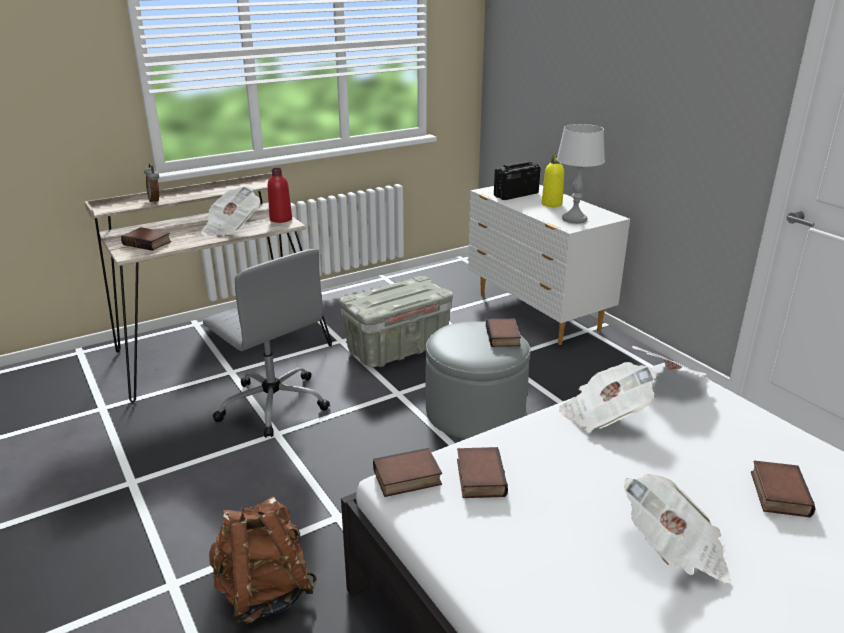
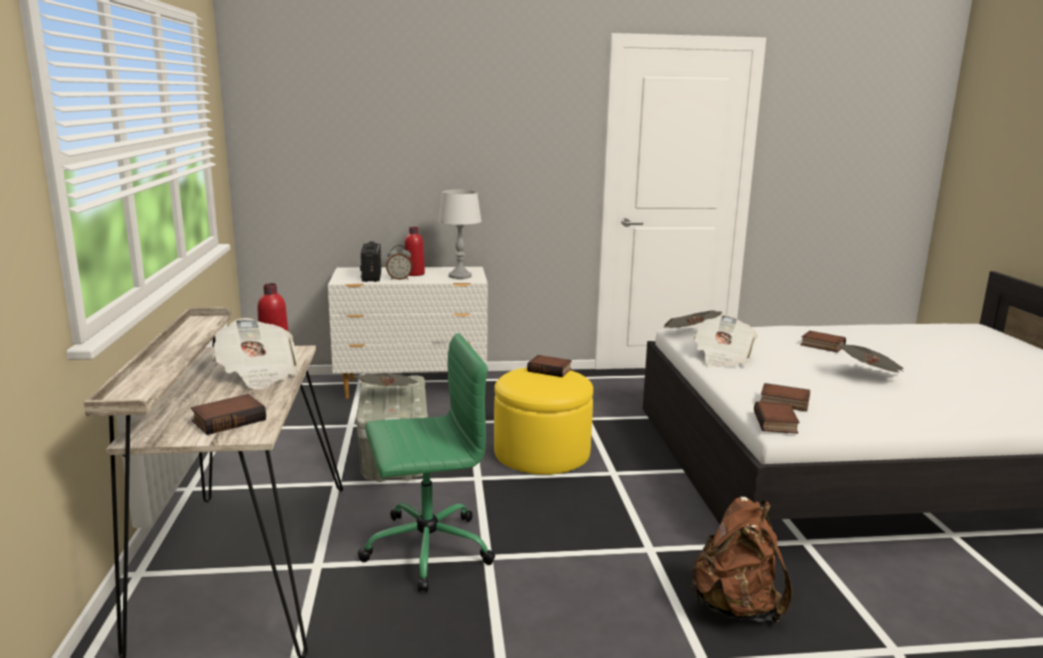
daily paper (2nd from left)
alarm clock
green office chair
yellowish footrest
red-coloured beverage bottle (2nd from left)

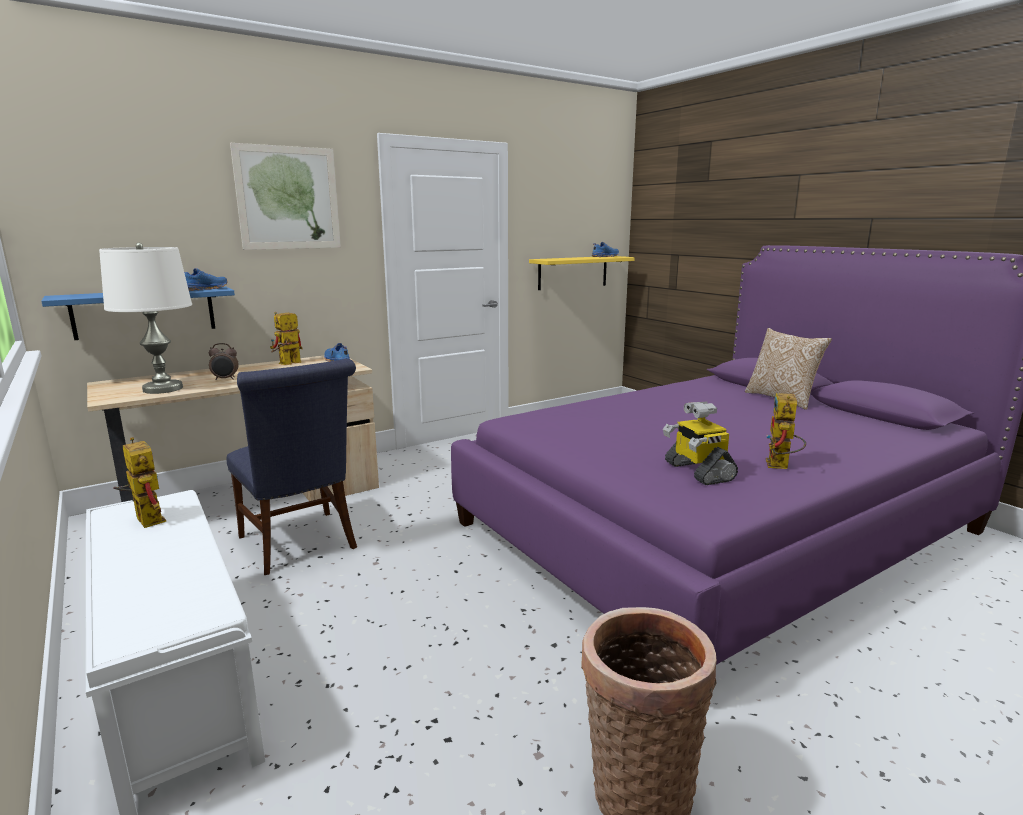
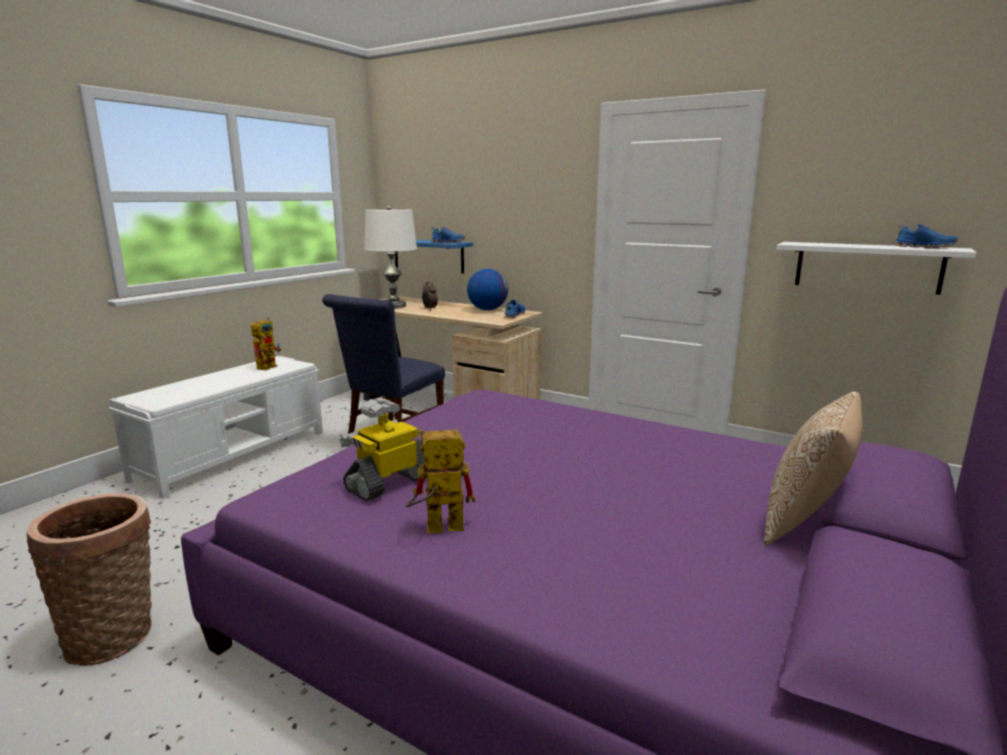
wall picture
globe
white-coloured wall shelf

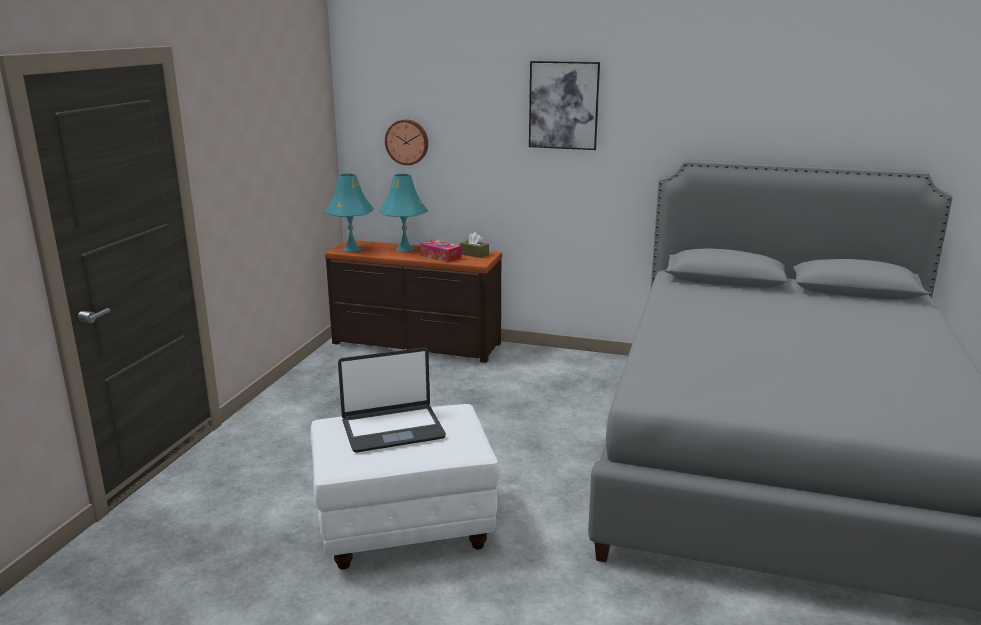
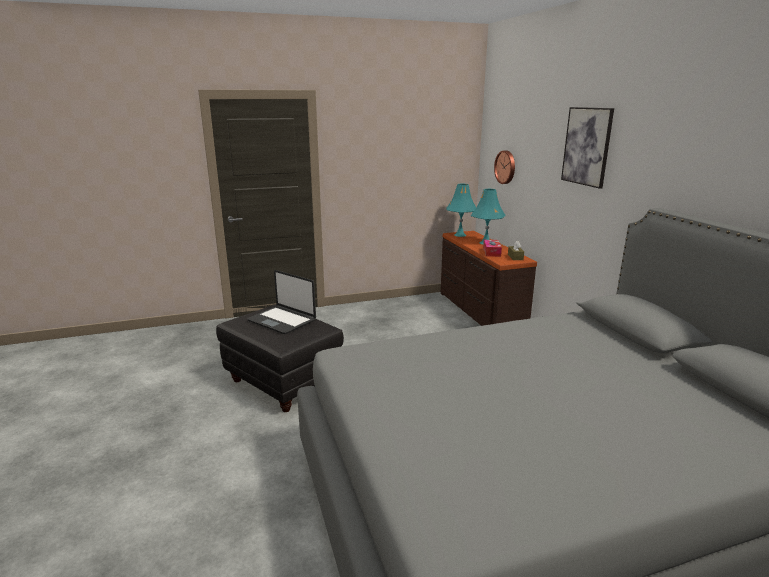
blackish footrest

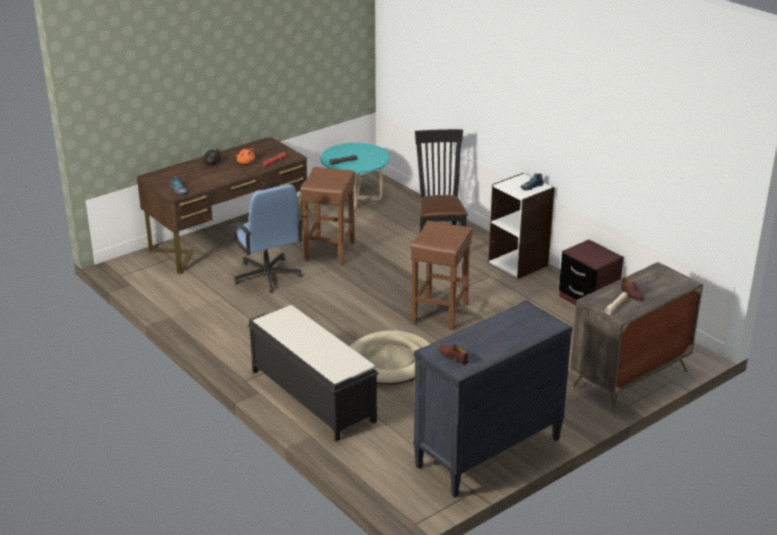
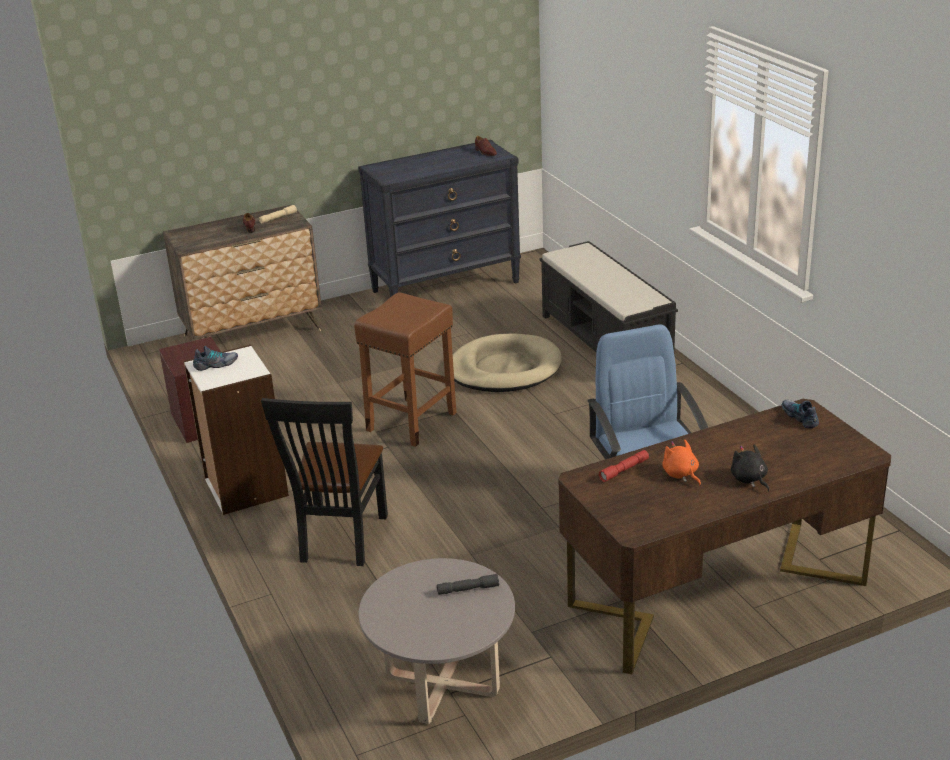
brown sitting stool (1st from left in the first image)
grey coffee table

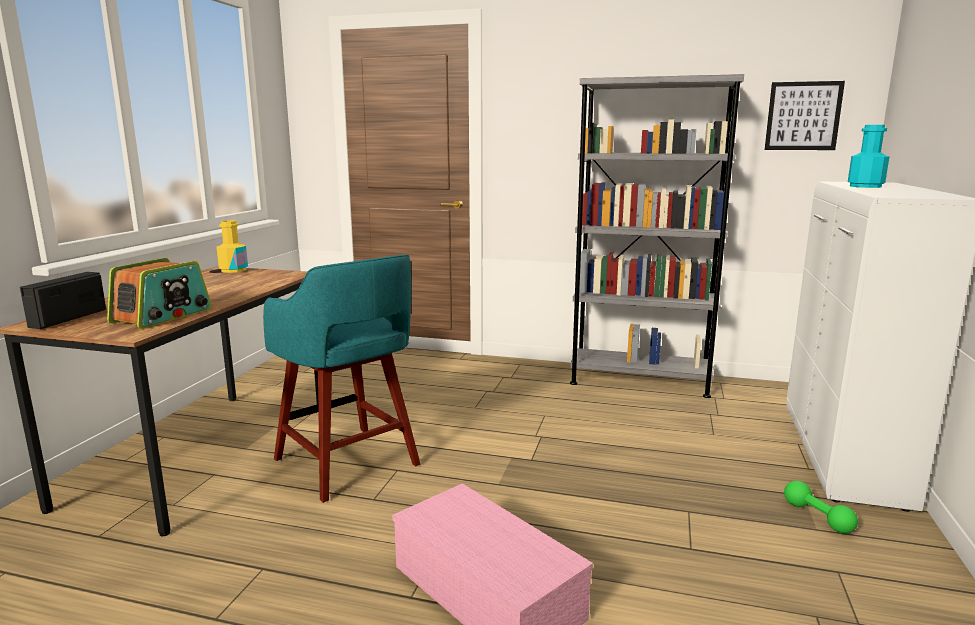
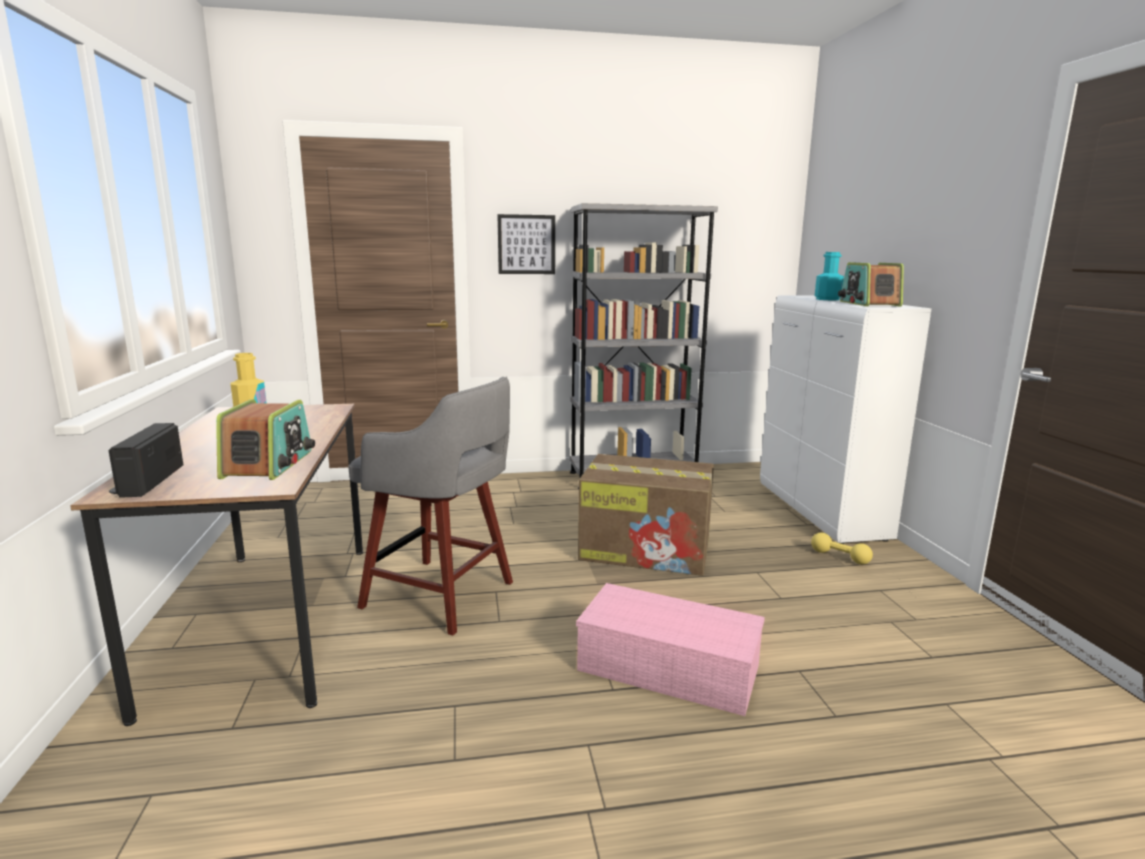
cardboard box
radio (3rd from left)
wall picture
grey sitting stool
yellowish free weight

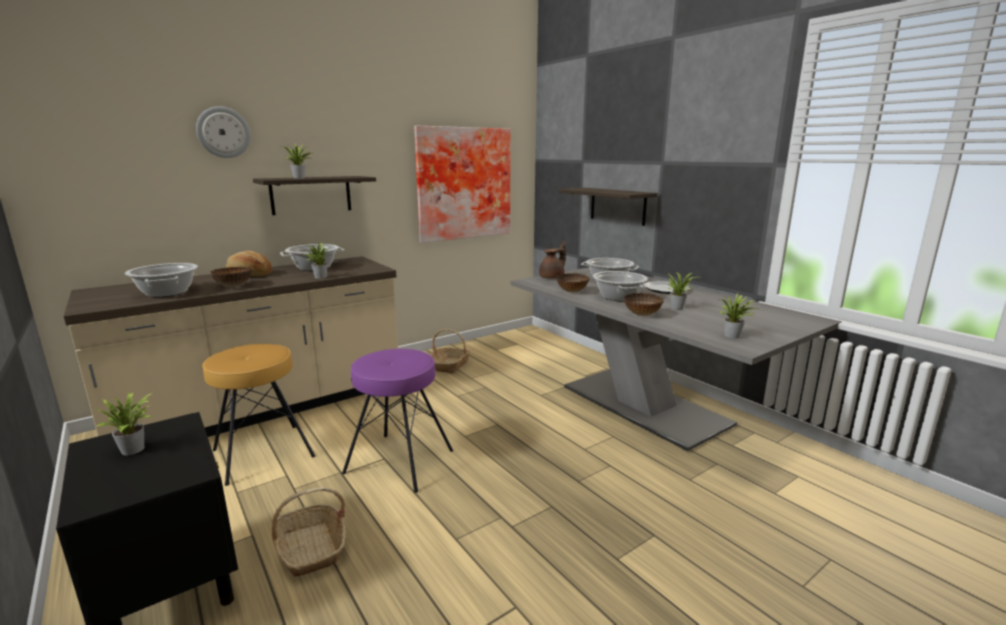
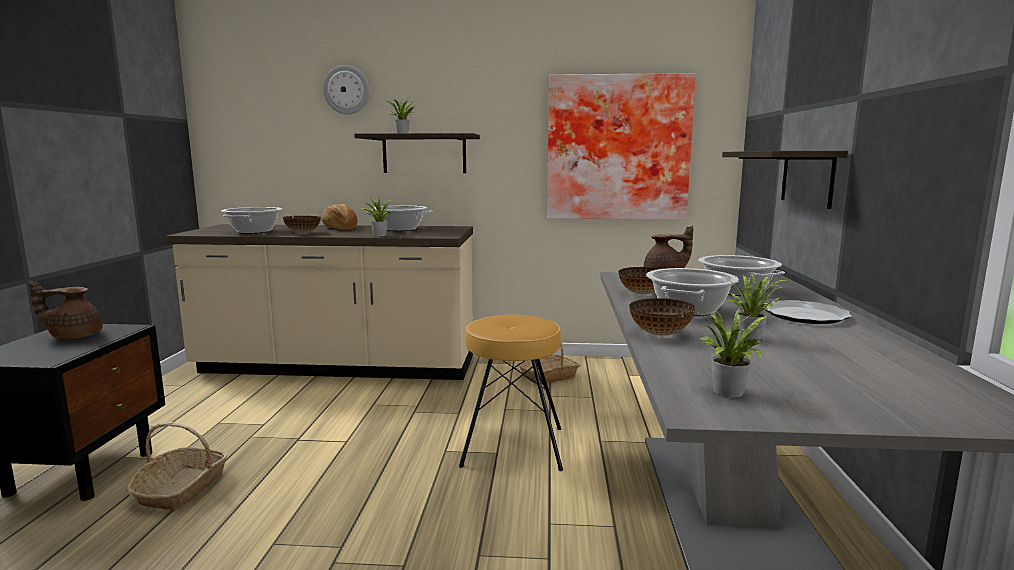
purple sitting stool
brown sitting stool
brown pot for tea (1st from left)

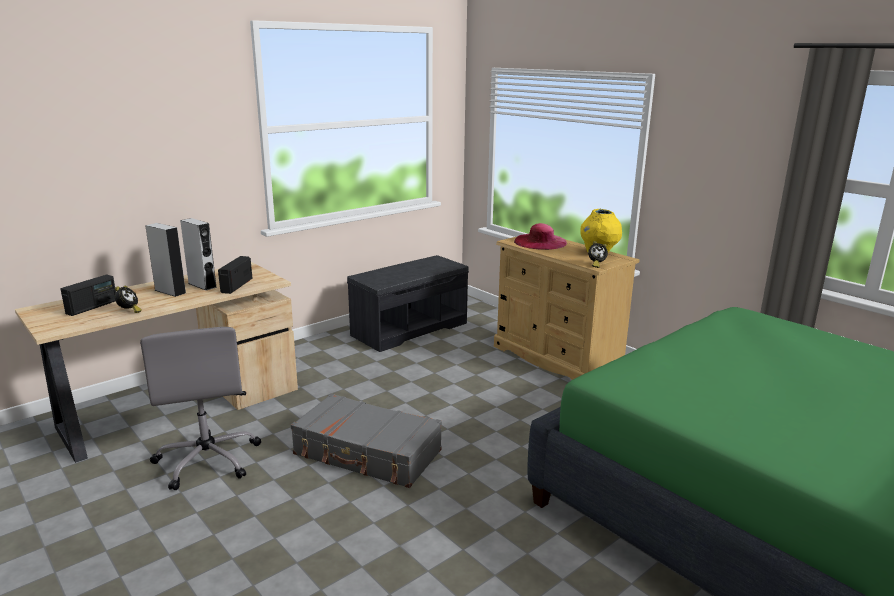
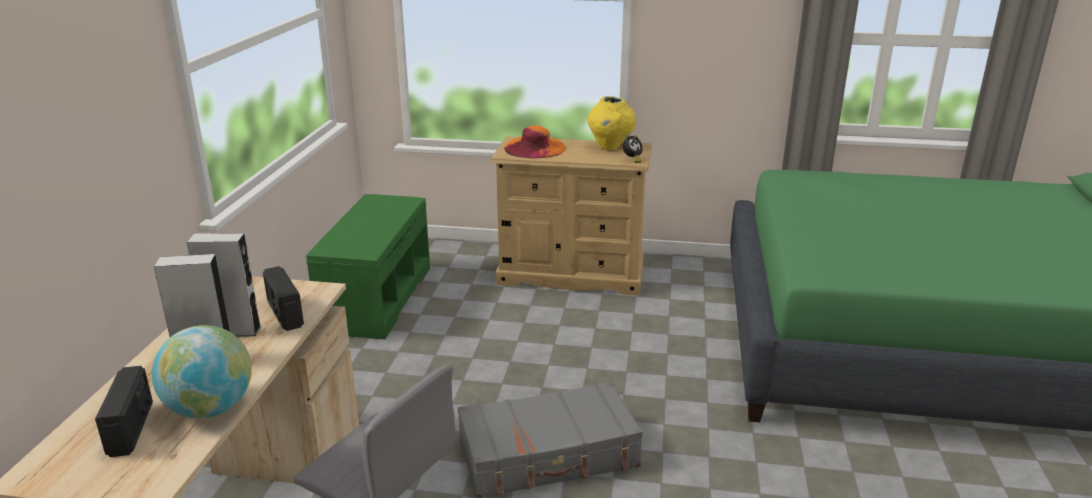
globe
green indoor bench
orange-coloured wearable hat

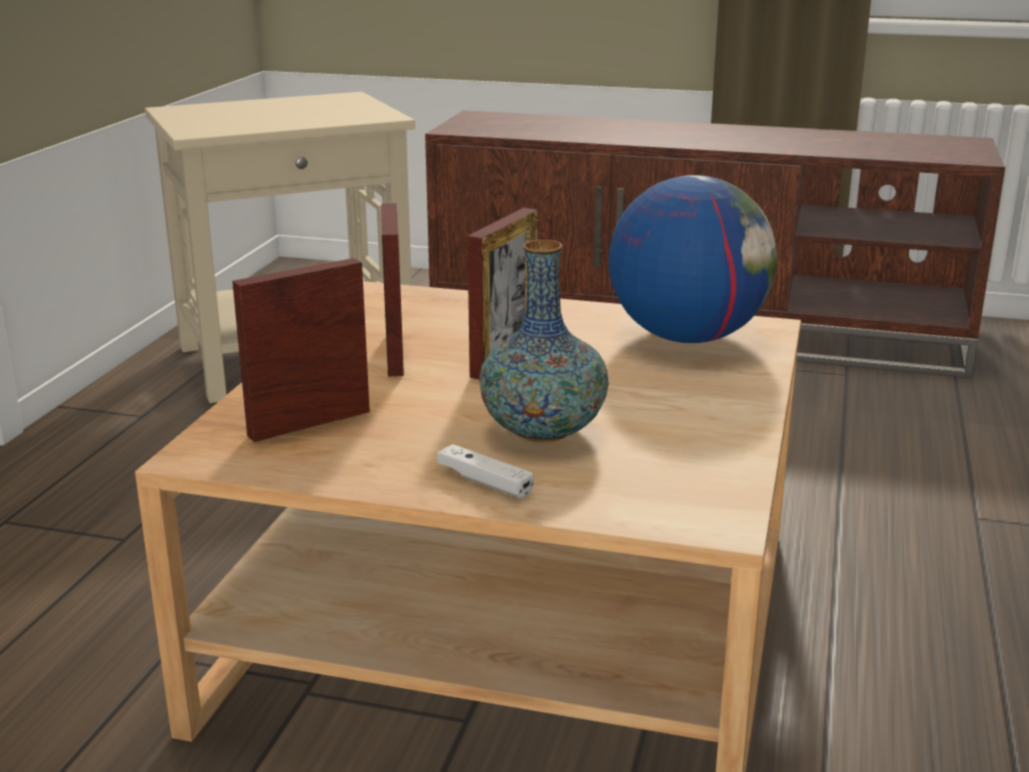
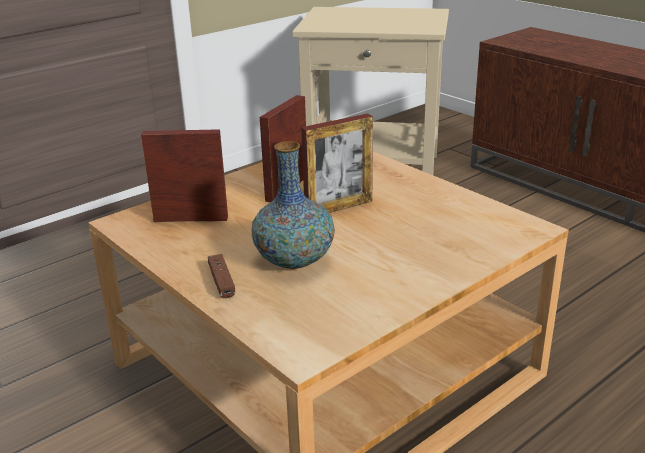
globe
brown joypad

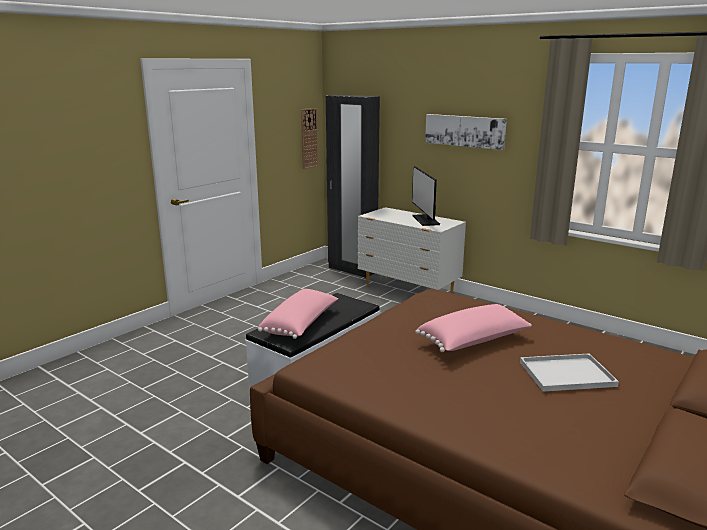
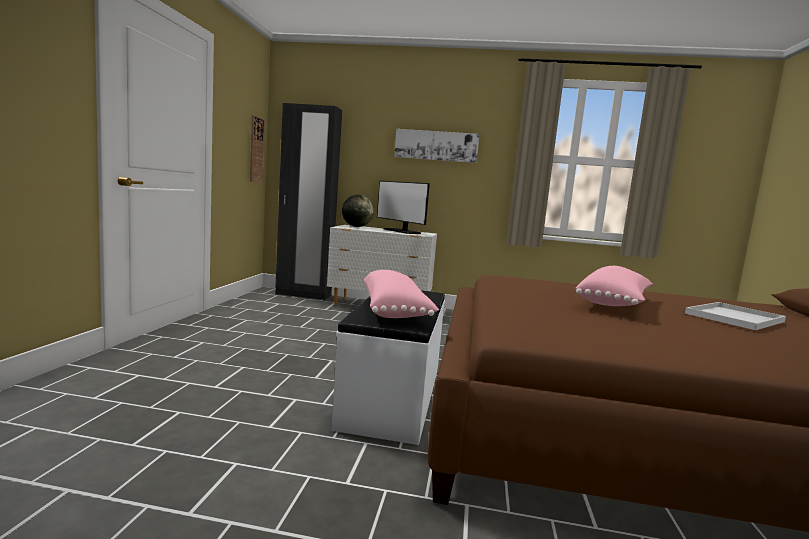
globe

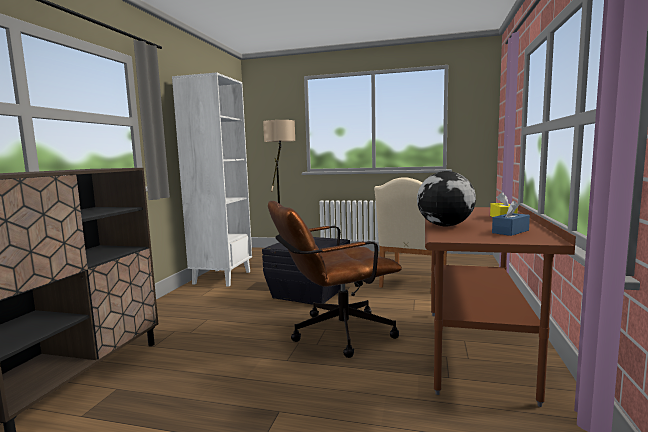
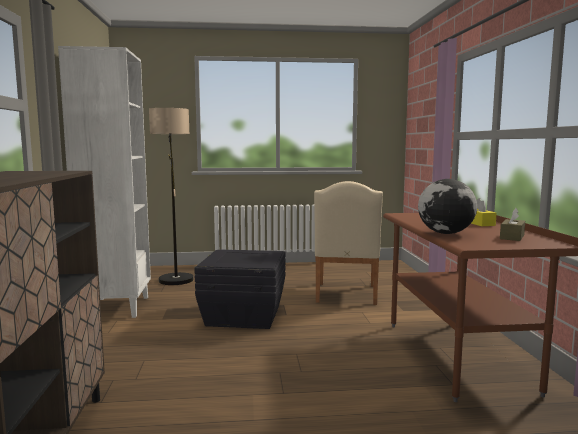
brown office chair
brown box of tissues

